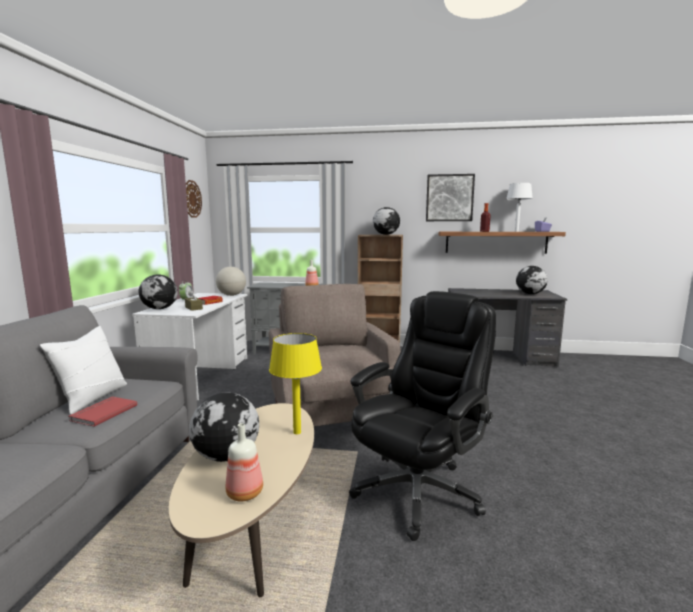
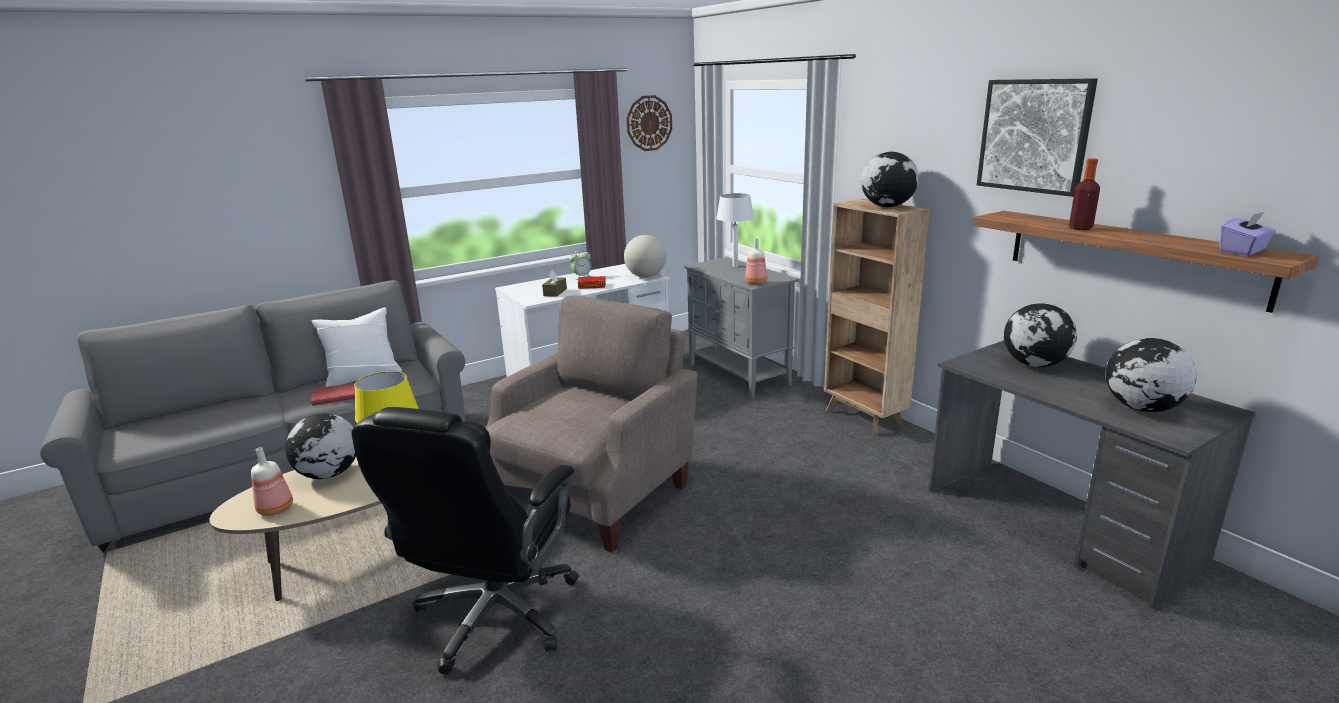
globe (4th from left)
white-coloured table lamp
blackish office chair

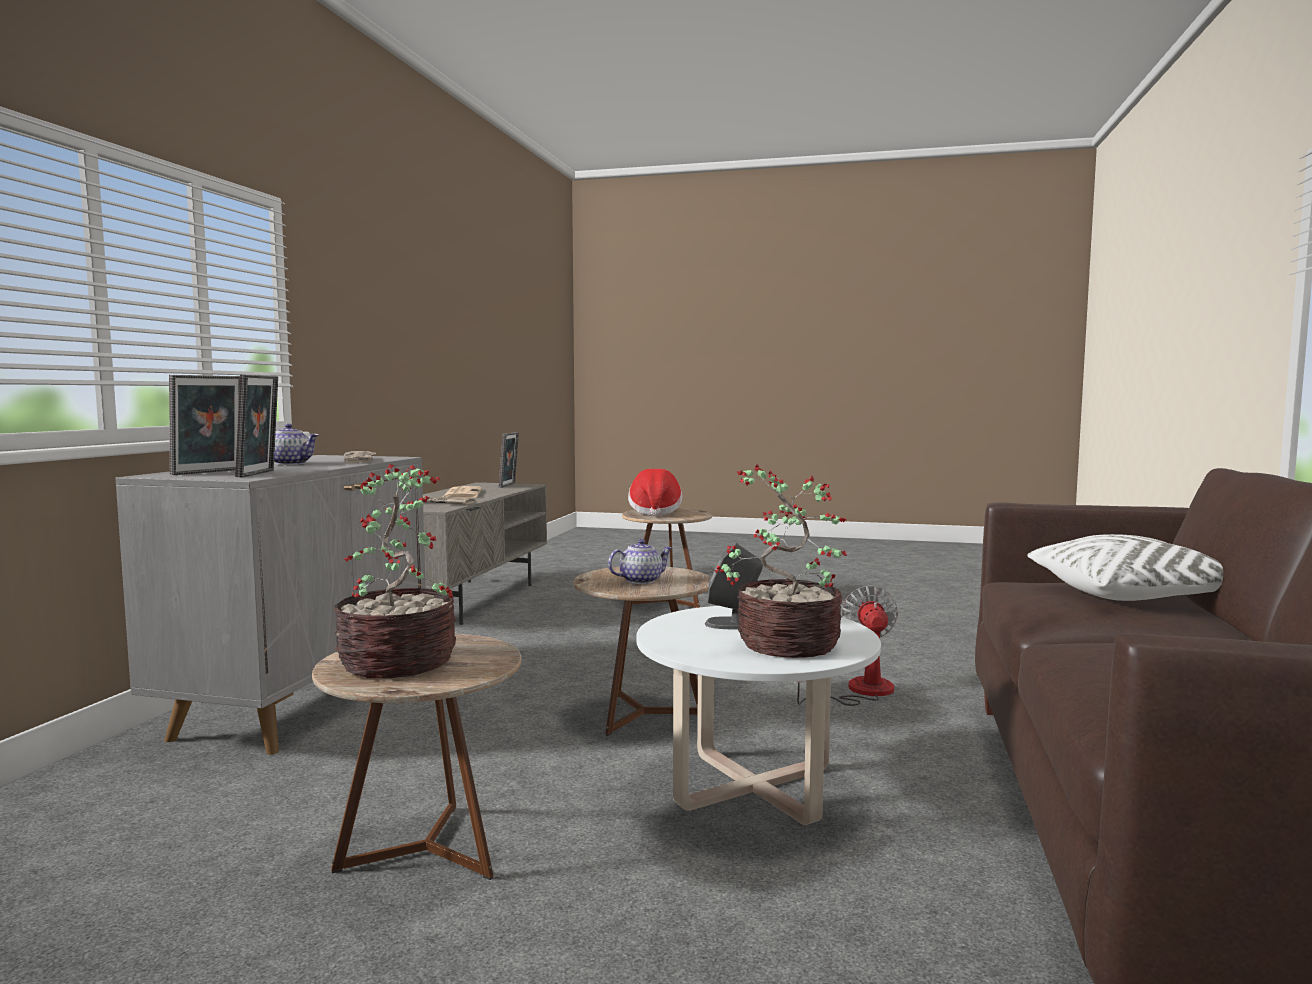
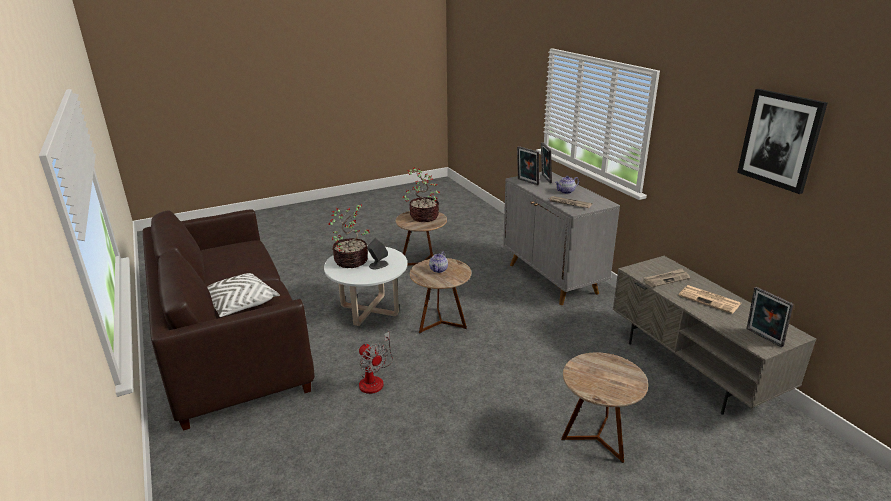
wearable hat
wall picture

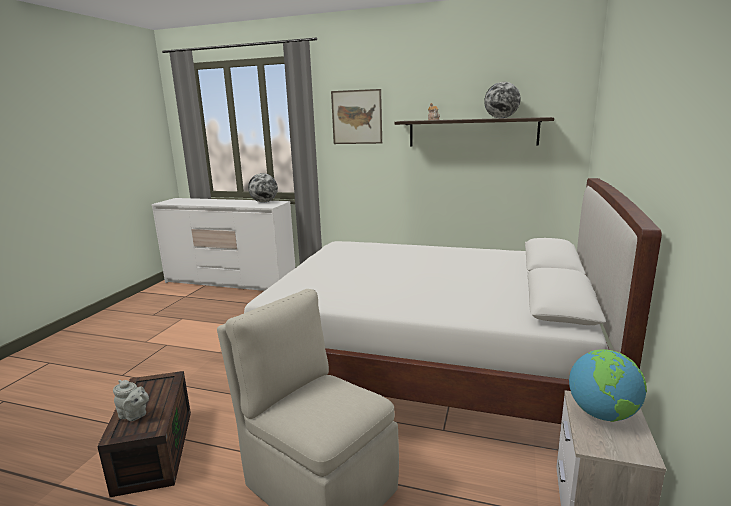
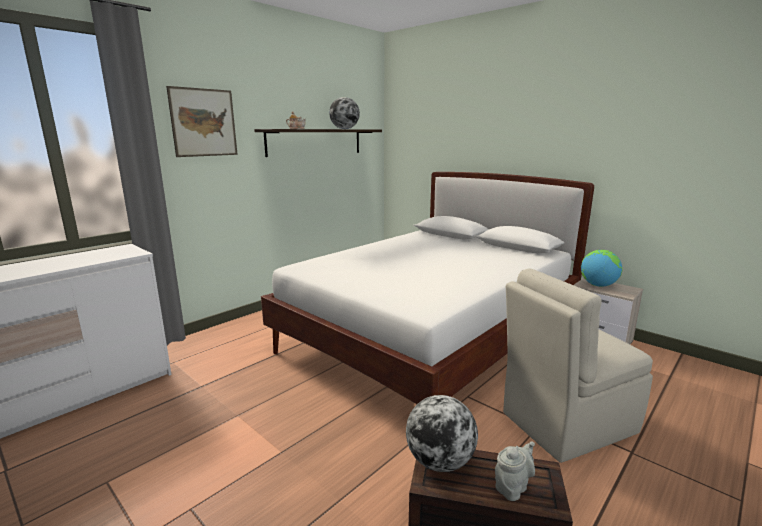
globe (2nd from left)

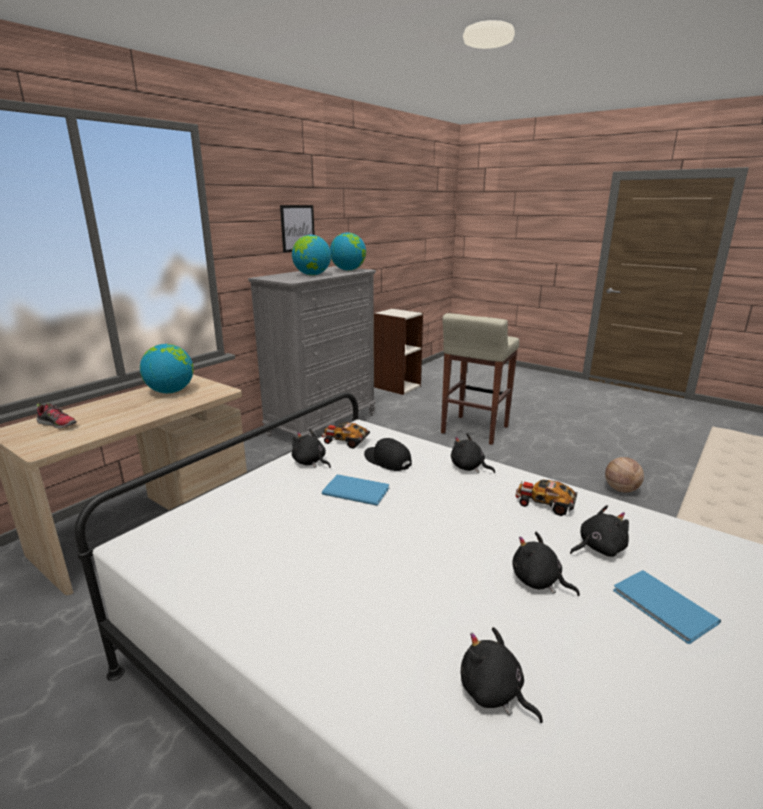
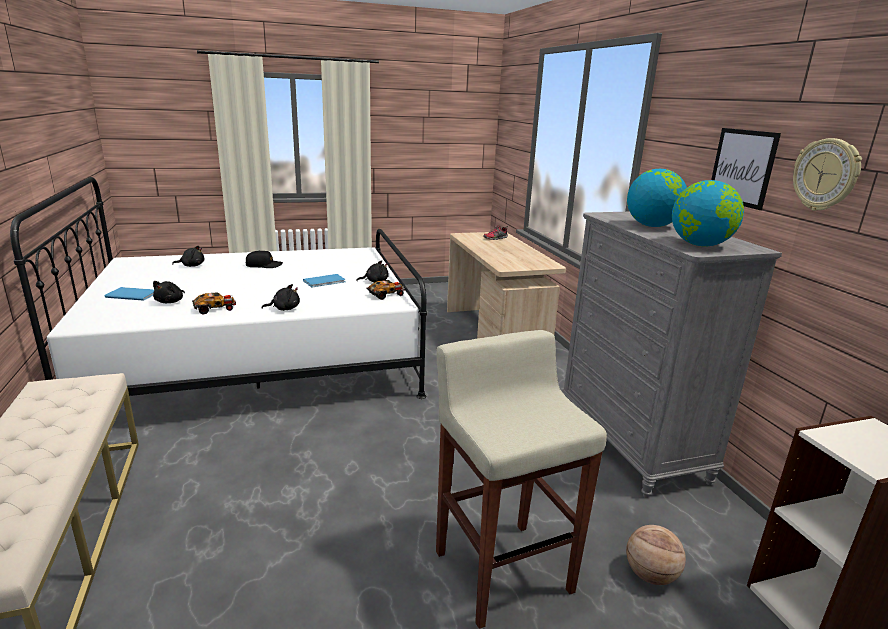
globe (1st from left in the first image)
blackish soft toy (4th from left in the first image)
hanging clock
blackish baseball cap
ball for basketball

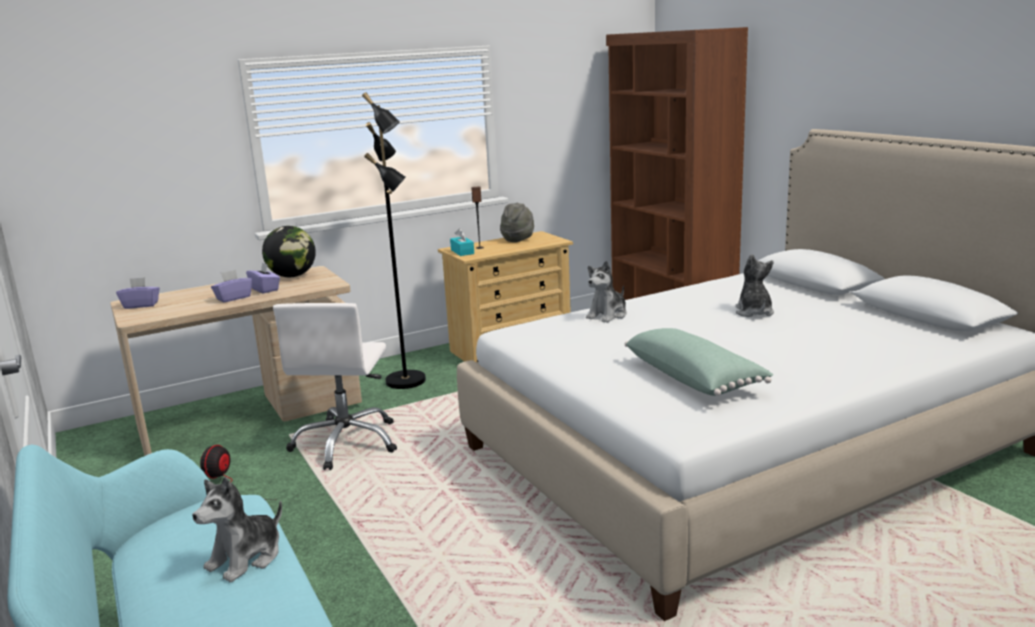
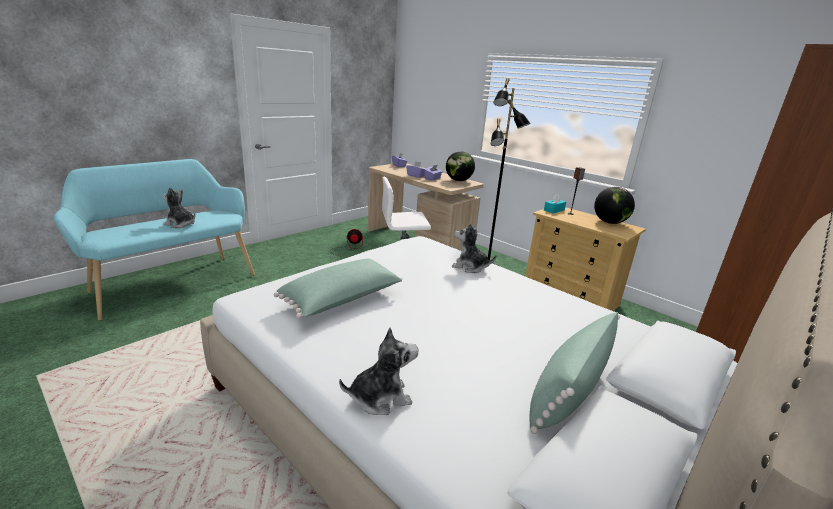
green pillow (2nd from left)
soft toy (2nd from left)
globe (2nd from left)

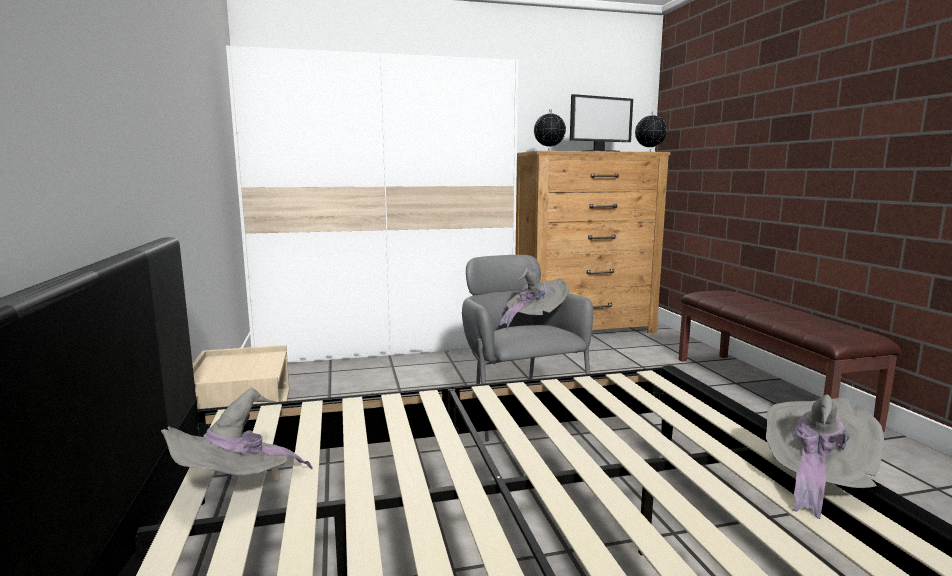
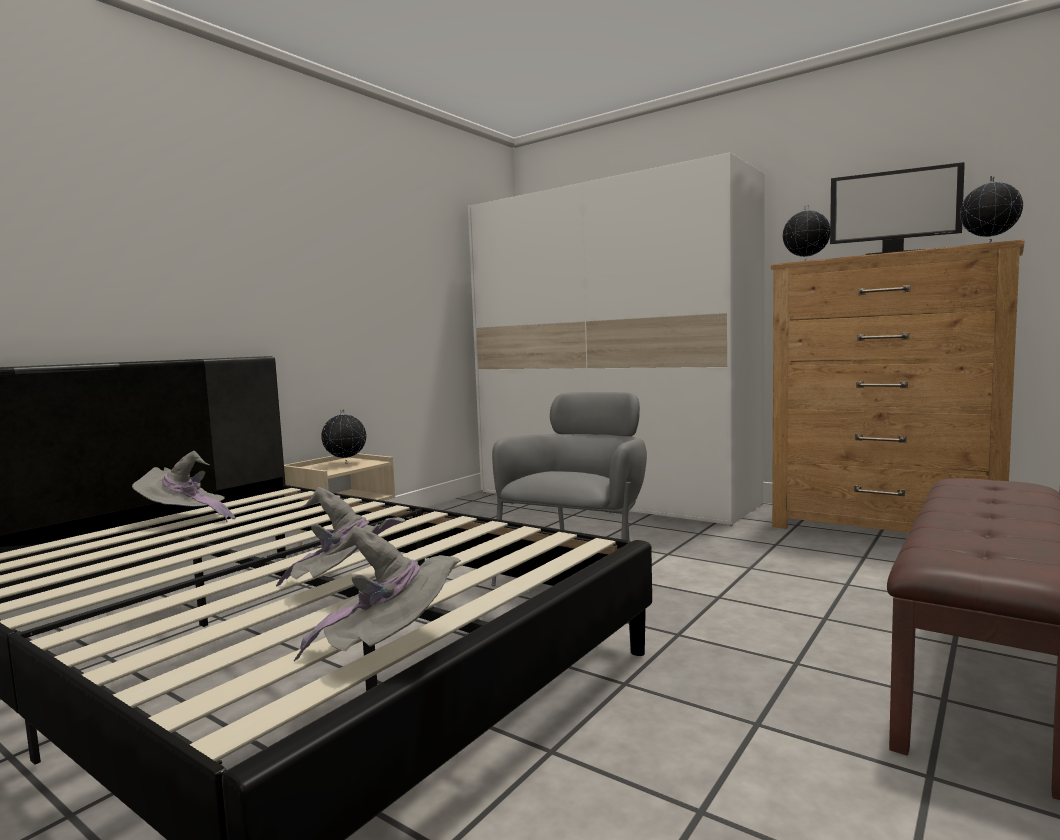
globe (1st from left)
grey wearable hat (2nd from left)

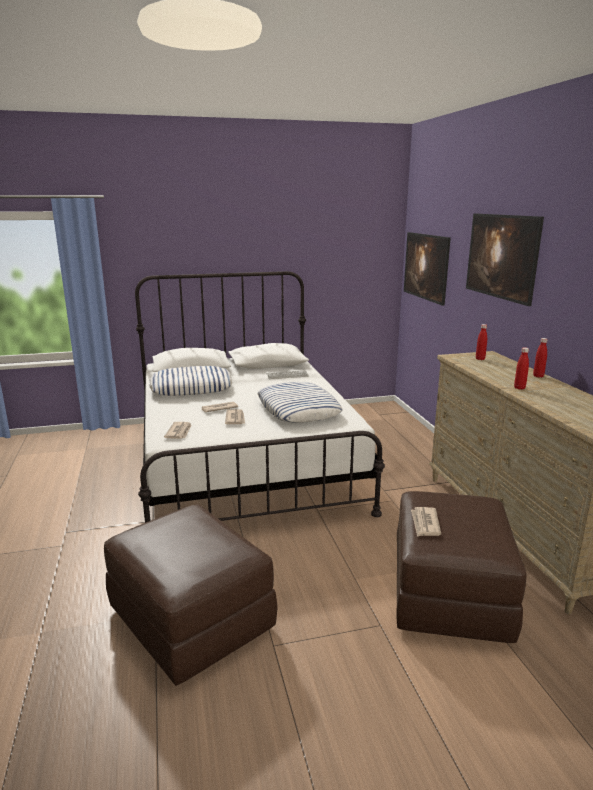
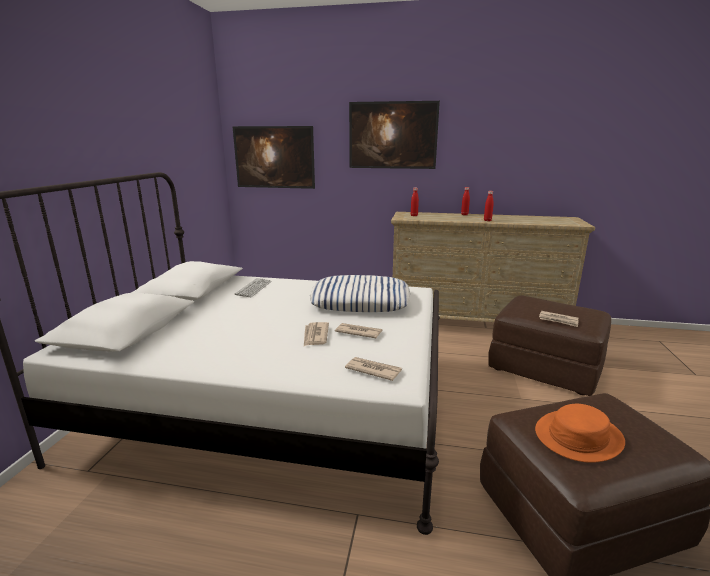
pillow (1st from left in the first image)
orange-coloured wearable hat

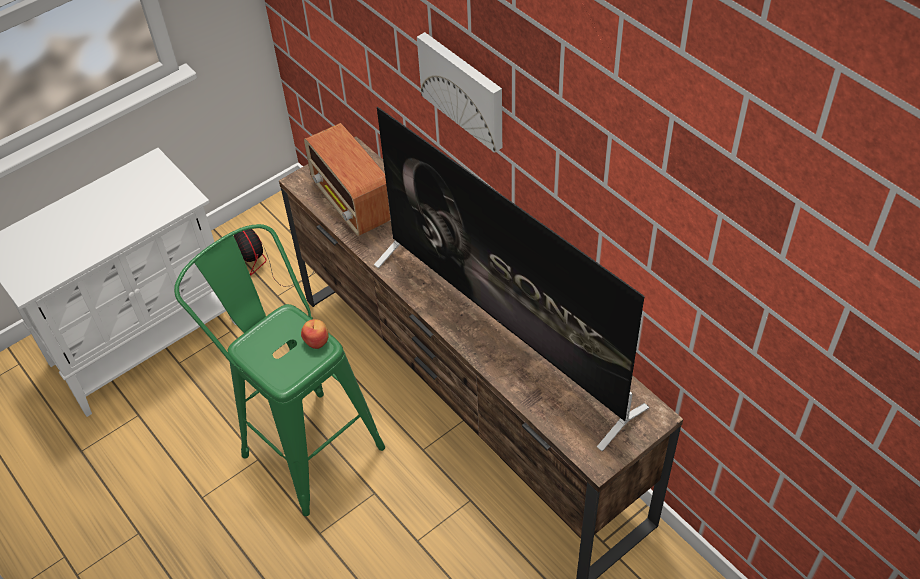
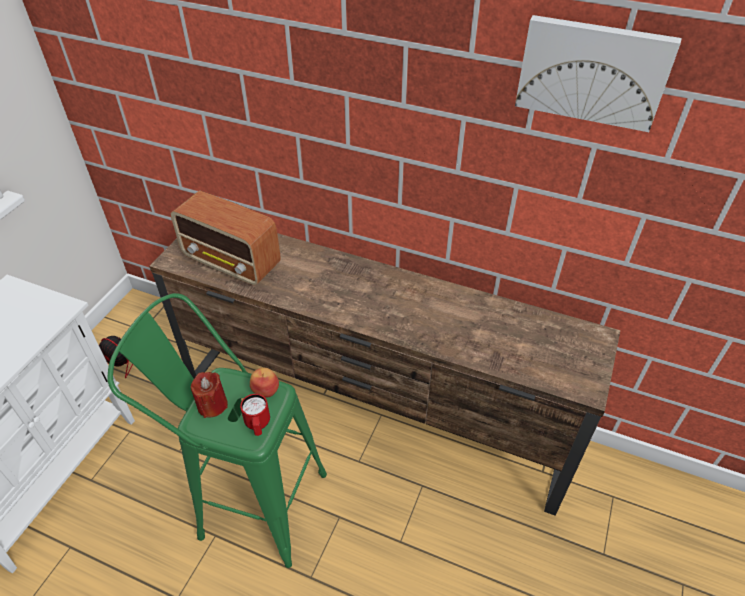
television
red-coloured wax light
red-coloured coffee mug
wall picture

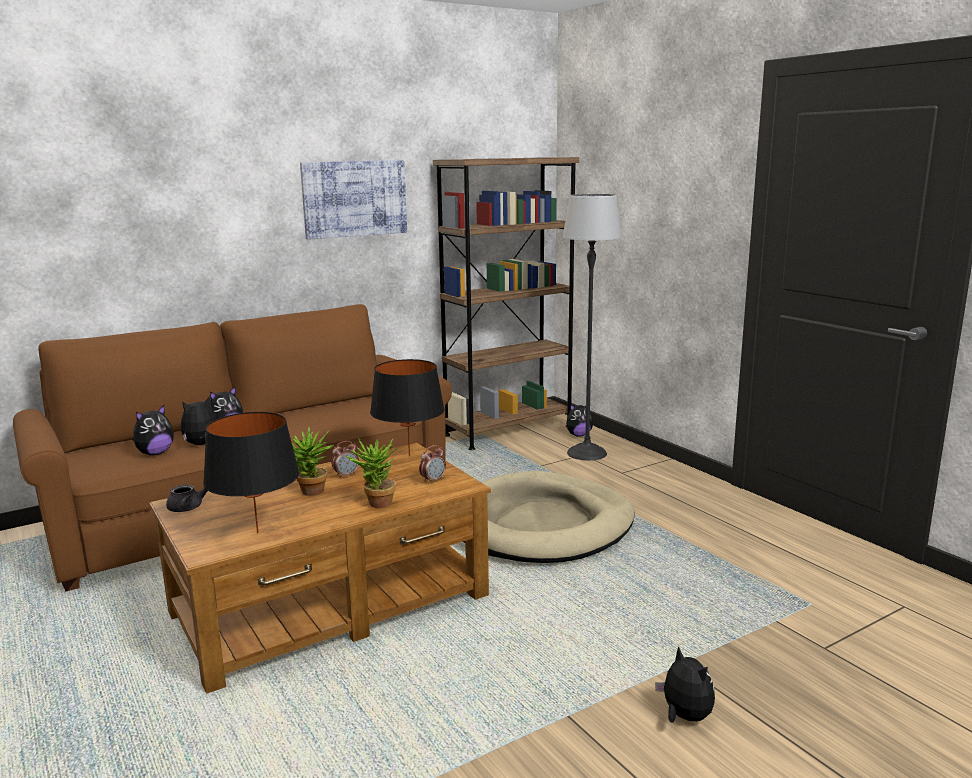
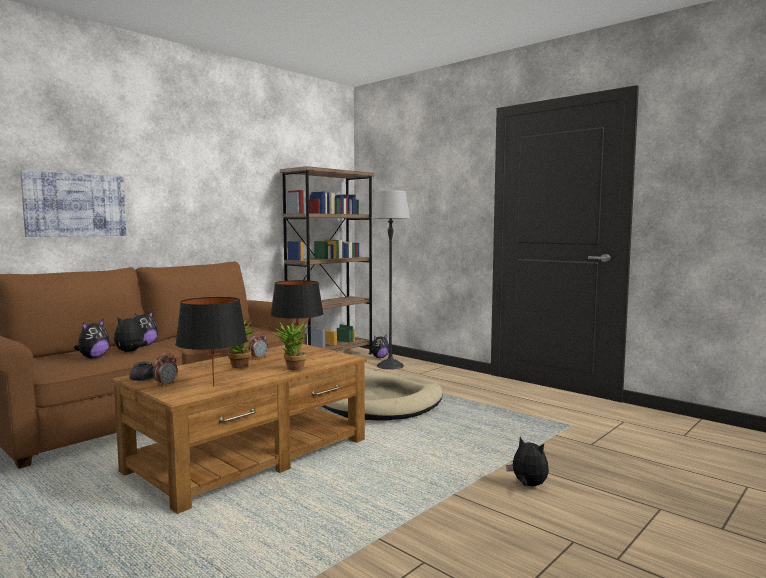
wall picture
alarm clock (1st from left)

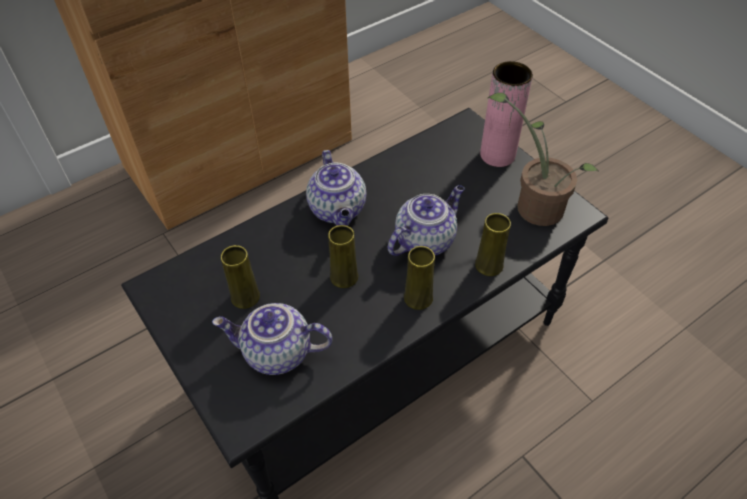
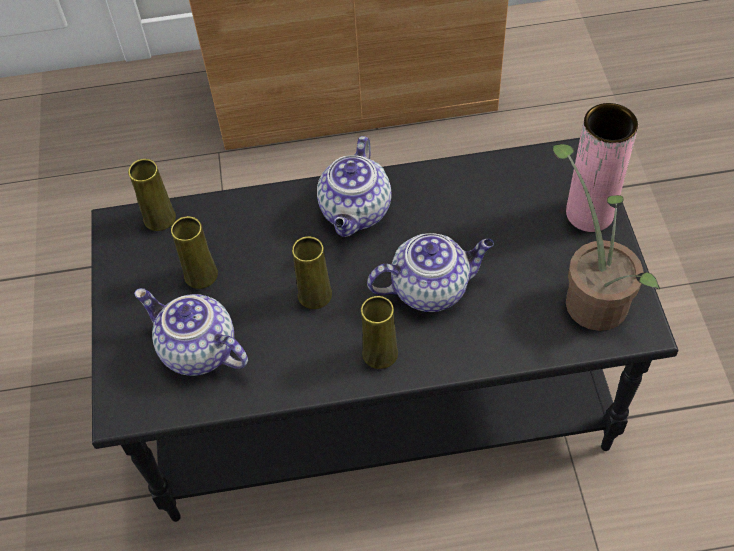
yellowish vase (1st from left)

